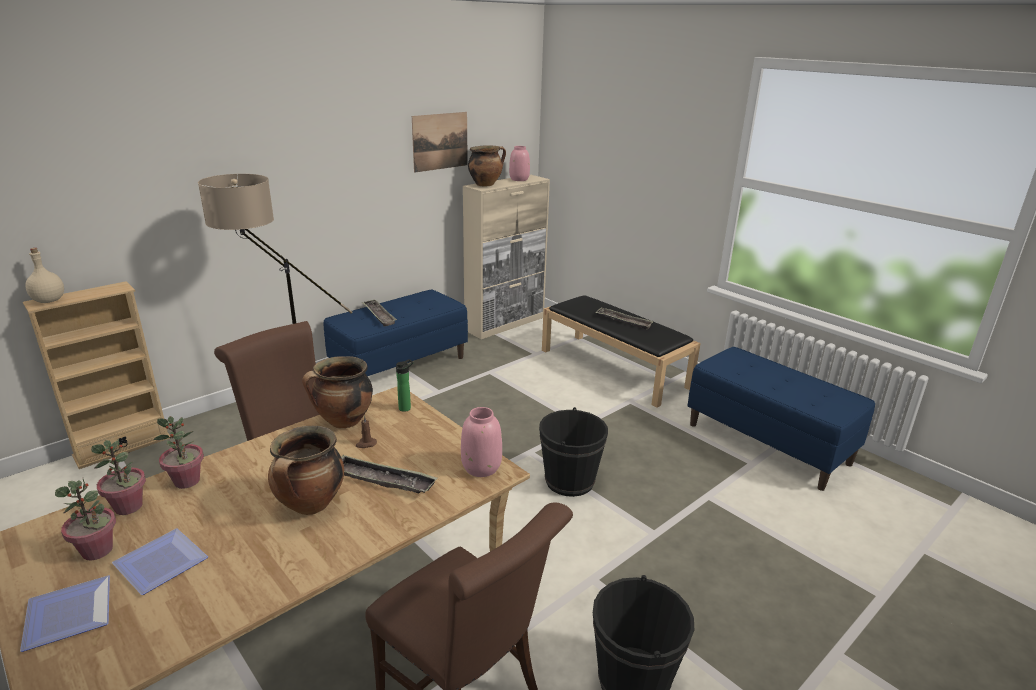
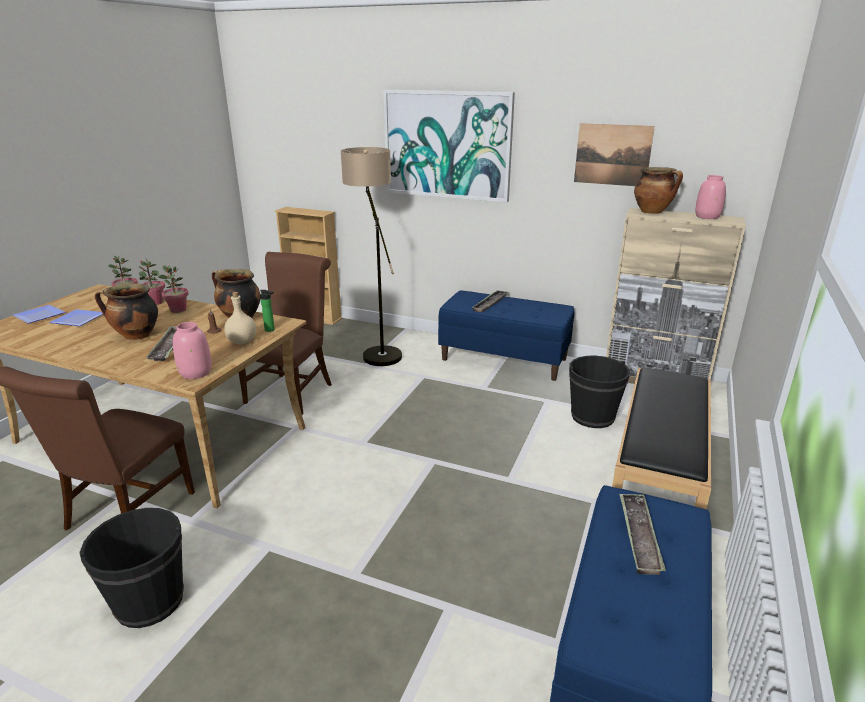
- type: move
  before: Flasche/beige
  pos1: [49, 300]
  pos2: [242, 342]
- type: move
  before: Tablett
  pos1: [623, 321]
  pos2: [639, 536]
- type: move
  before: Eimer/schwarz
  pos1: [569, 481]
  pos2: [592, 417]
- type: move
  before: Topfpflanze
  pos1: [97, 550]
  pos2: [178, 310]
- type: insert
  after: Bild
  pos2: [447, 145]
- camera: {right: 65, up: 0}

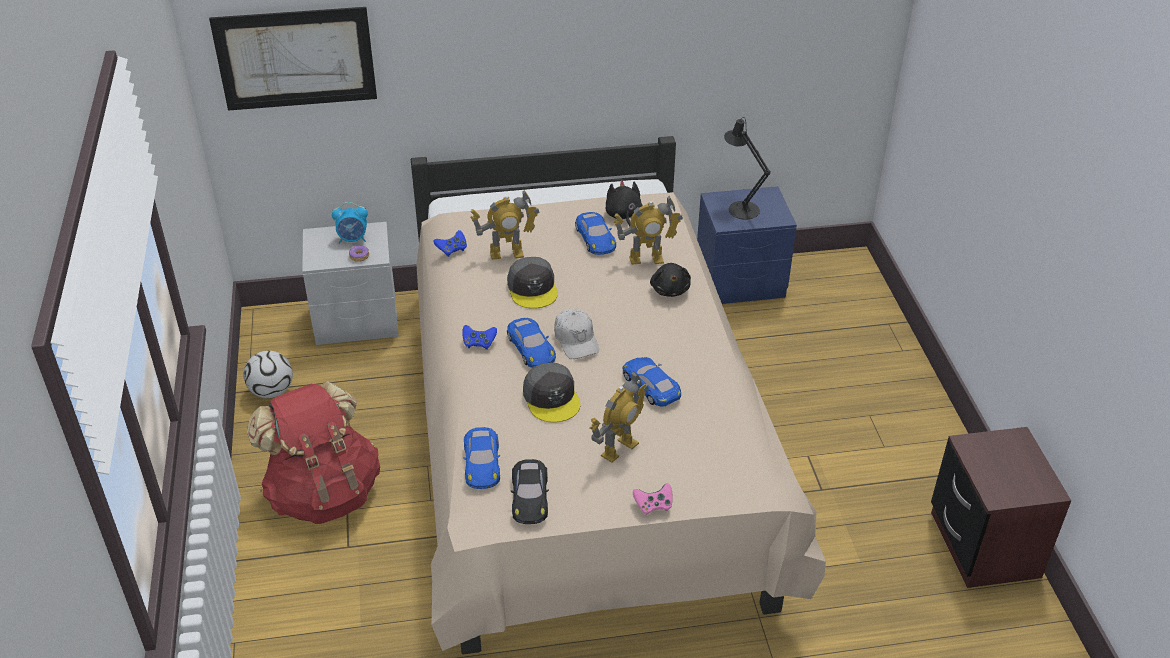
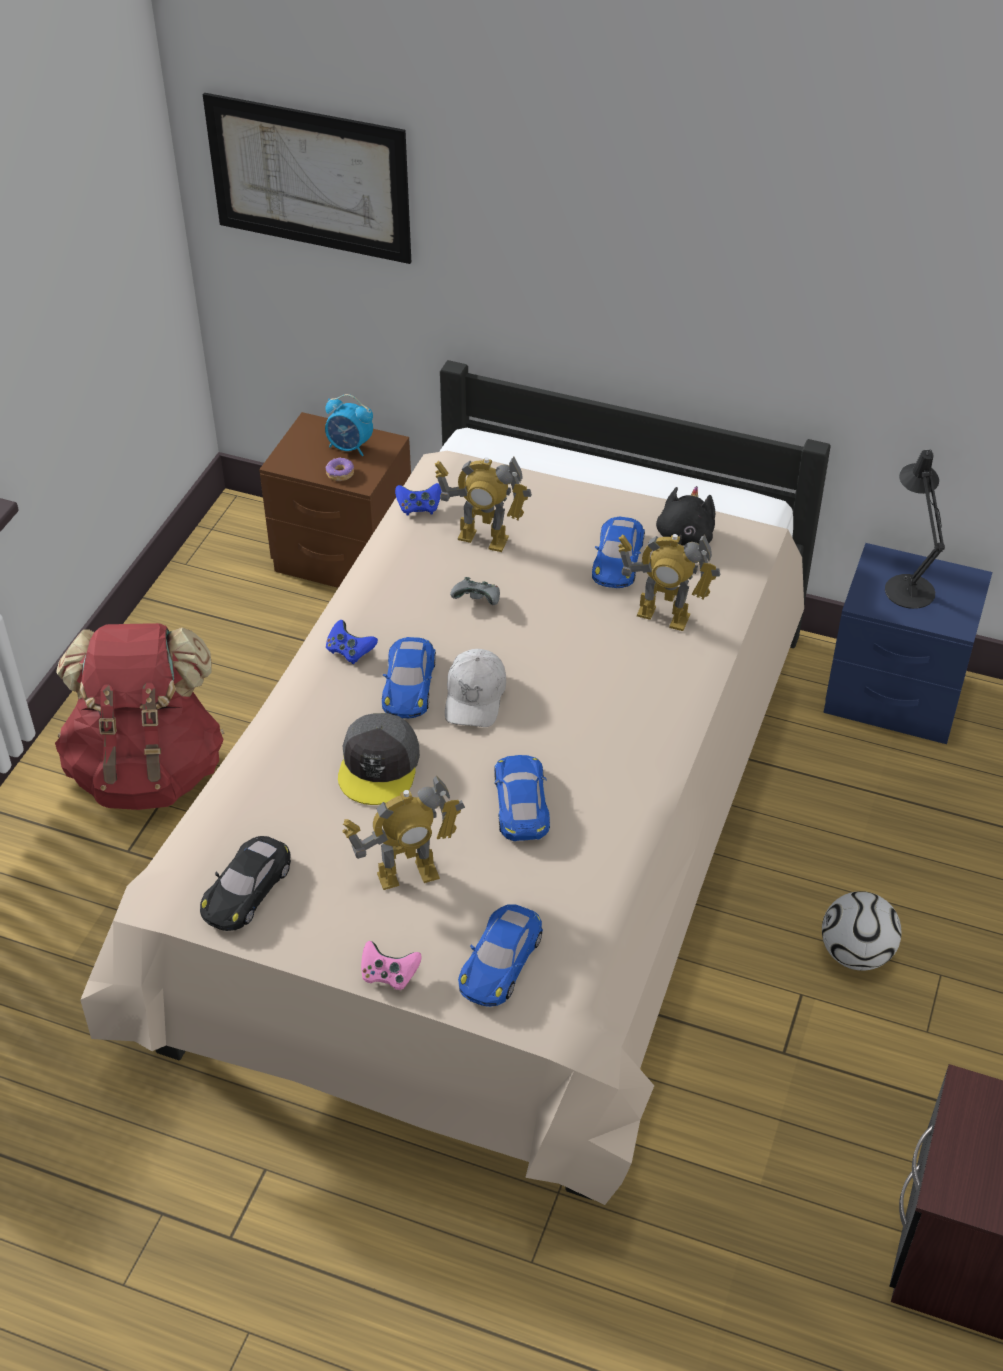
- type: recolor
  before: Nachttisch/grau
  after: Nachttisch/braun
  pos1: [356, 321]
  pos2: [344, 557]
- type: replace
  before: Kappe/grau
  after: Gamepad/grau
  pos1: [533, 288]
  pos2: [477, 601]
- type: delete
  before: Plüschtier/schwarz
  pos1: [670, 289]
- type: move
  before: Fußball
  pos1: [272, 391]
  pos2: [856, 954]
- type: move
  before: Spielzeugauto/blau
  pos1: [482, 462]
  pos2: [500, 961]
- camera: {right: 30, up: 5}

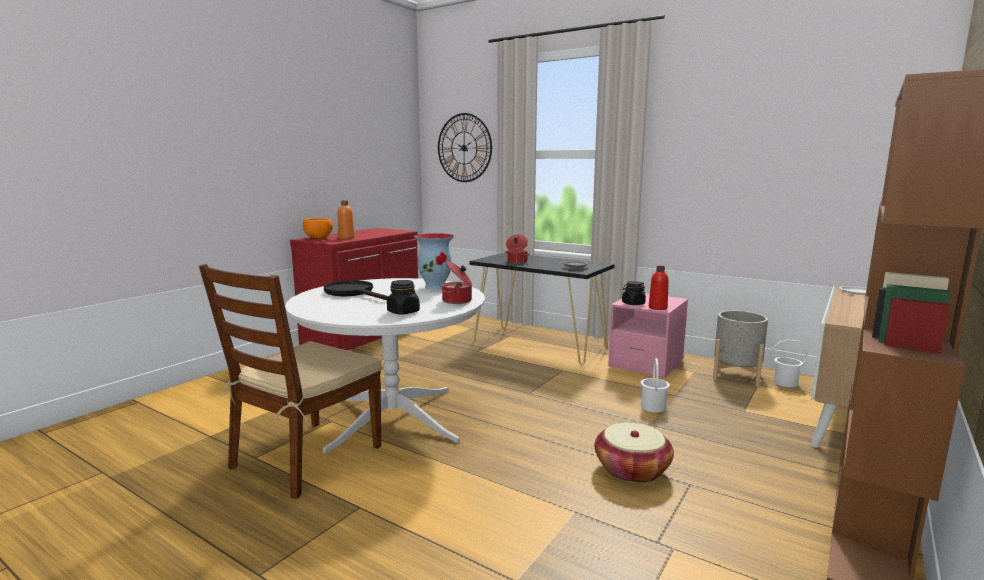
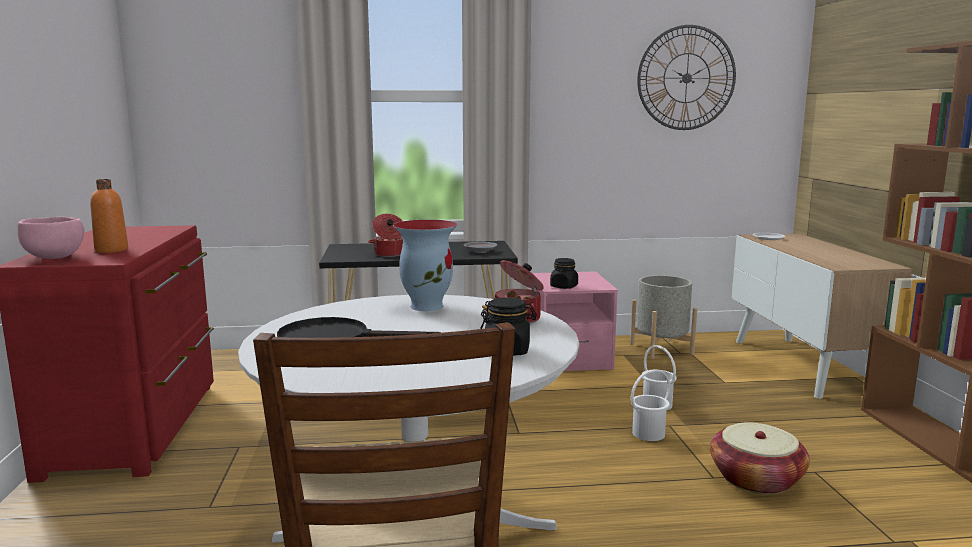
- type: move
  before: Wanduhr
  pos1: [464, 148]
  pos2: [686, 78]
- type: recolor
  before: Schüssel/orange
  after: Schüssel/rosa
  pos1: [318, 238]
  pos2: [55, 258]
- type: delete
  before: Flasche/rot
  pos1: [657, 308]
- type: move
  before: Eimer/weiß
  pos1: [786, 383]
  pos2: [649, 434]
- camera: {right: -40, up: 0}

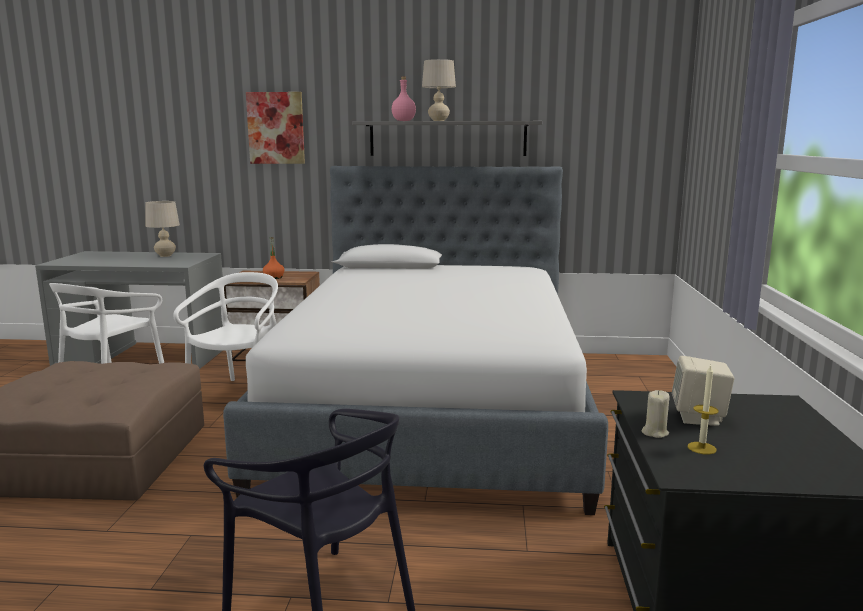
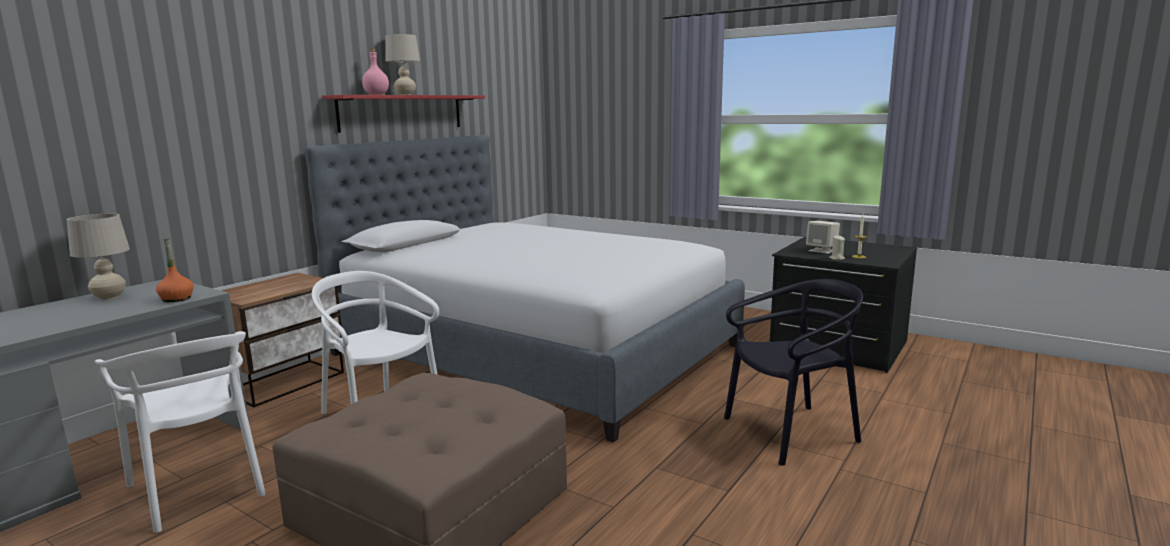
- type: delete
  before: Bild
  pos1: [276, 128]
- type: recolor
  before: Wandregal/grau
  after: Wandregal/rot
  pos1: [447, 138]
  pos2: [402, 112]
- type: move
  before: Flasche/orange
  pos1: [273, 277]
  pos2: [176, 299]
- camera: {right: -60, up: 0}

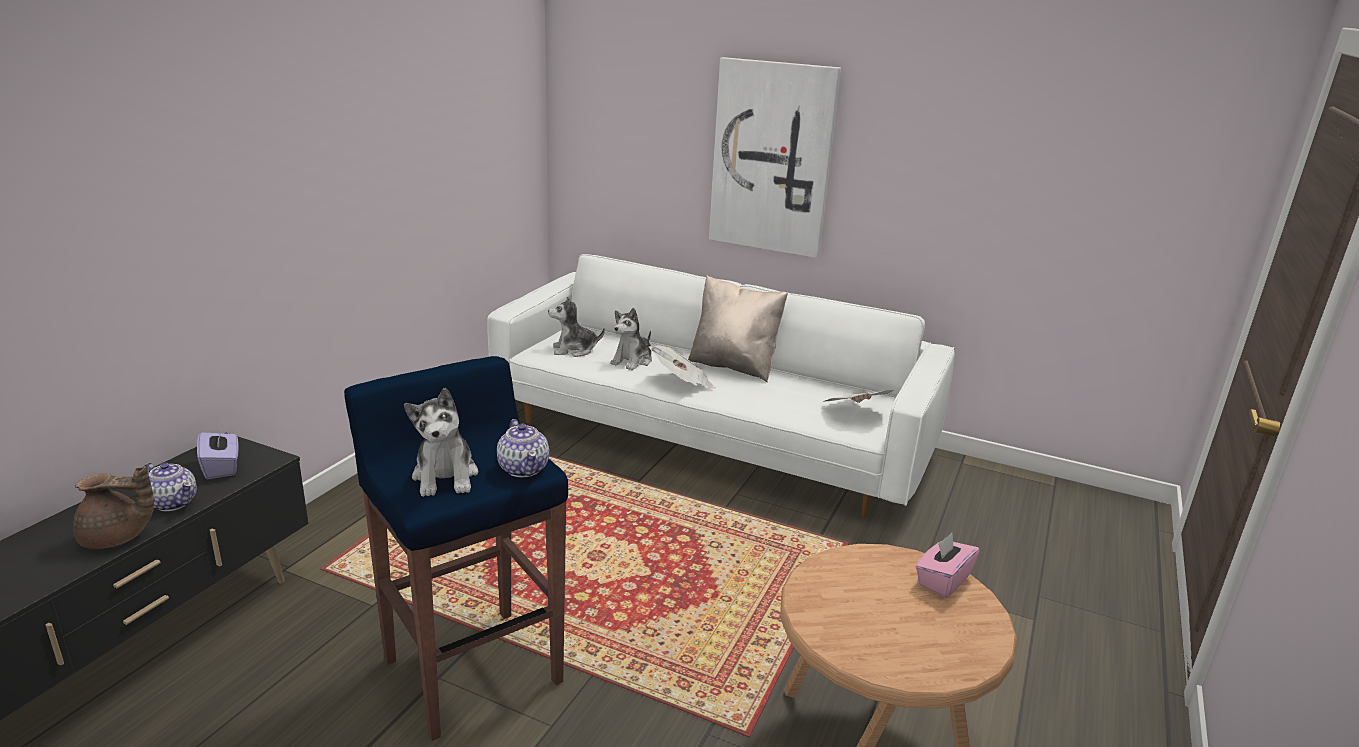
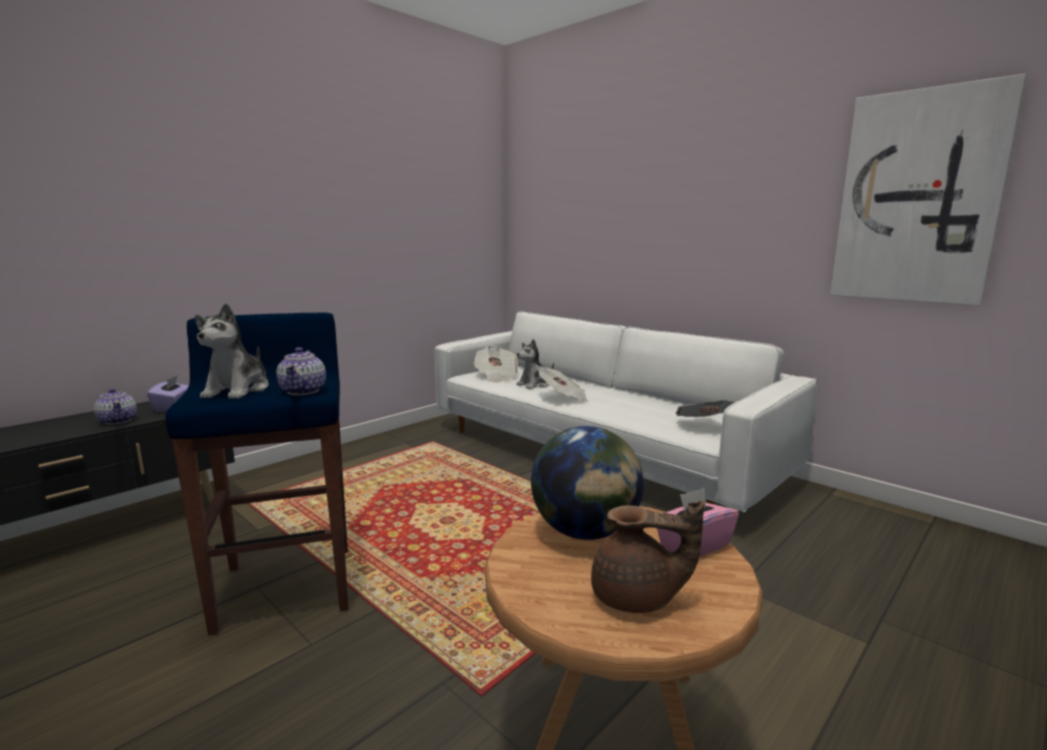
- type: move
  before: Bild
  pos1: [772, 158]
  pos2: [918, 198]
- type: delete
  before: Kissen/beige
  pos1: [734, 366]
- type: replace
  before: Plüschtier
  after: Zeitung
  pos1: [574, 350]
  pos2: [496, 376]
- type: move
  before: Teekanne/braun
  pos1: [117, 538]
  pos2: [637, 598]
- type: insert
  after: Globus
  pos2: [585, 532]
- camera: {right: 20, up: -10}

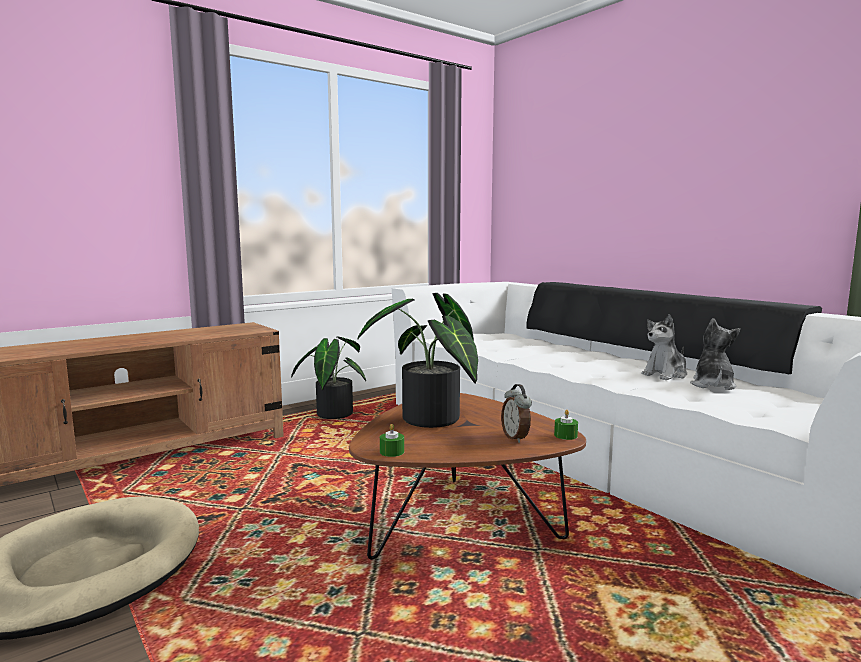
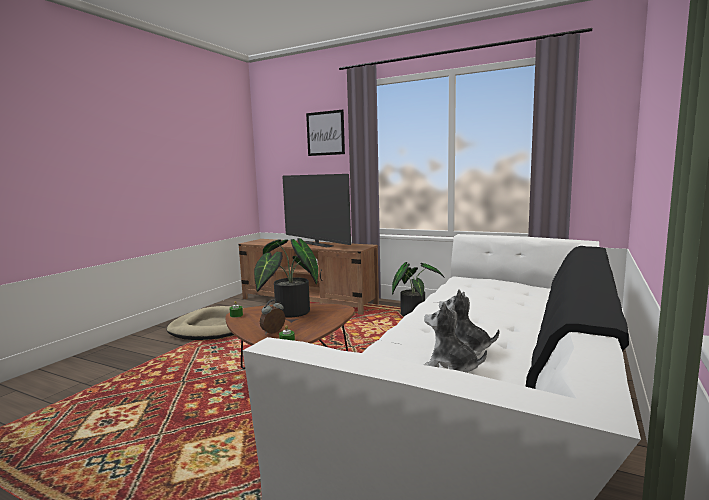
- type: rotate
  before: Plüschtier
  pos1: [712, 385]
  pos2: [451, 369]
  turn: -135
- type: insert
  after: Bild
  pos2: [325, 133]
- type: insert
  after: Fernseher
  pos2: [316, 244]
- camera: {right: 65, up: 0}

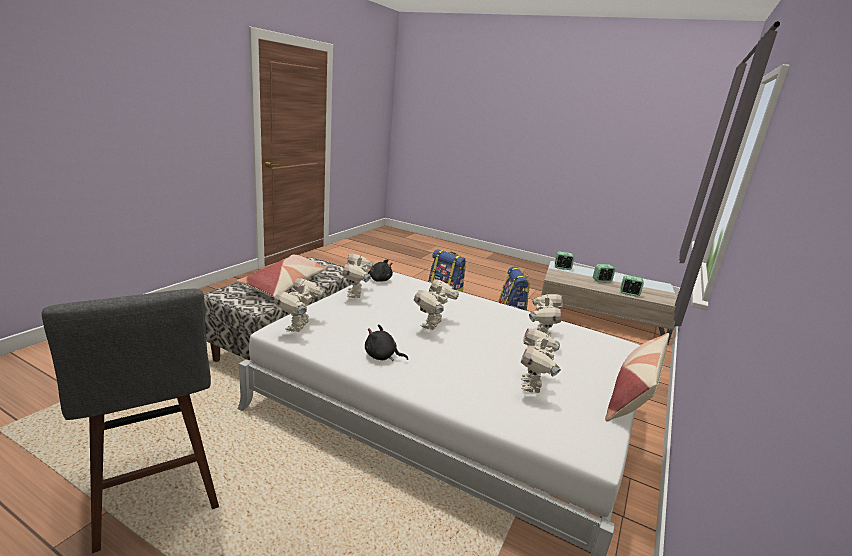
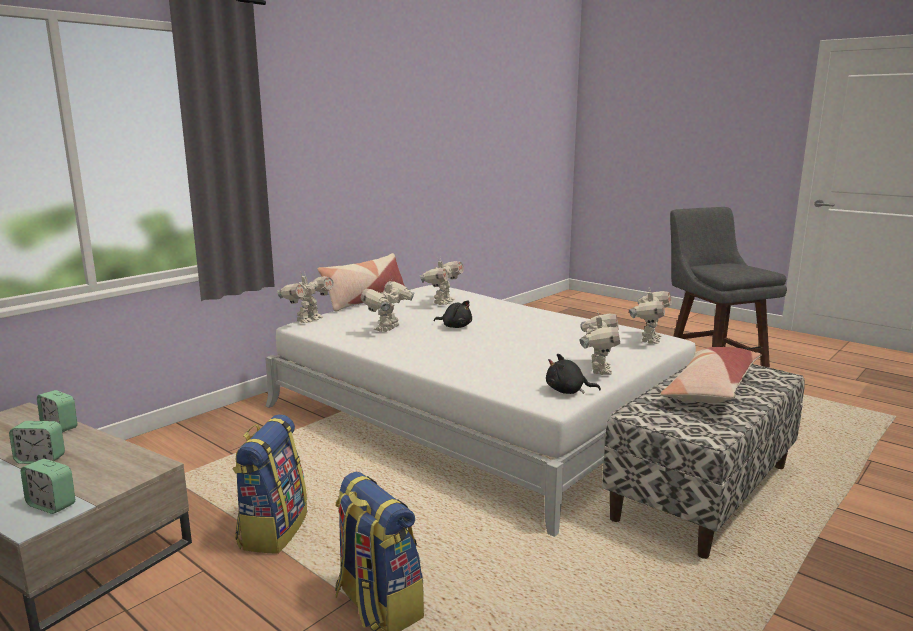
- type: move
  before: Spielzeugroboter
  pos1: [433, 325]
  pos2: [308, 320]
- type: move
  before: Plüschtier/schwarz
  pos1: [382, 356]
  pos2: [455, 326]
- camera: {right: -165, up: -5}

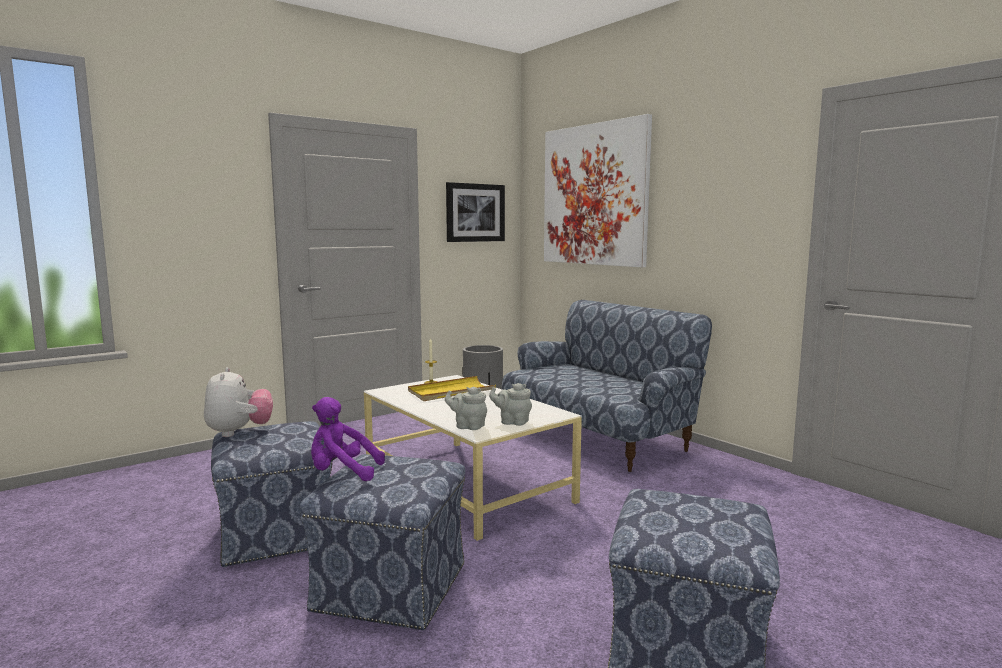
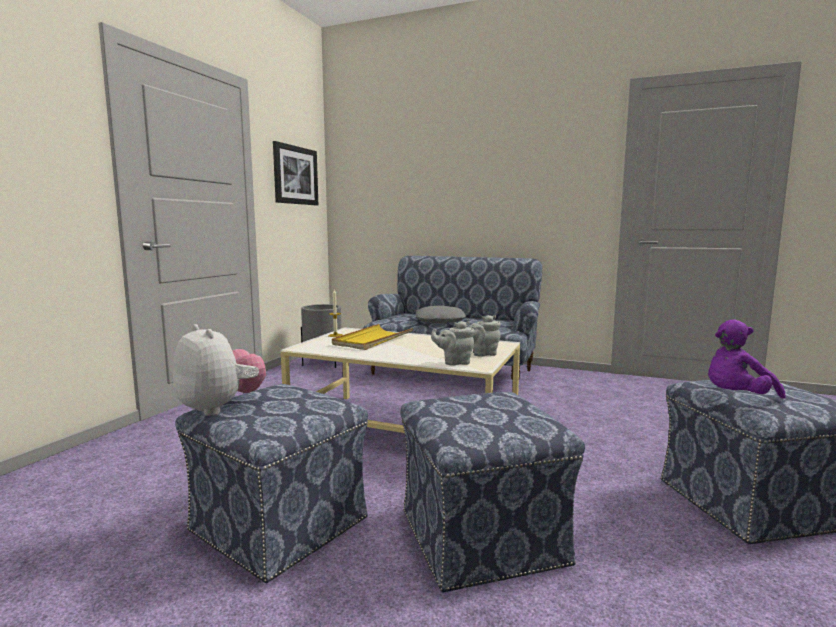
- type: delete
  before: Bild
  pos1: [594, 195]
- type: move
  before: Plüschtier/lila
  pos1: [342, 473]
  pos2: [736, 398]
- type: insert
  after: Kissen/grau
  pos2: [439, 321]
- camera: {right: -30, up: 0}

